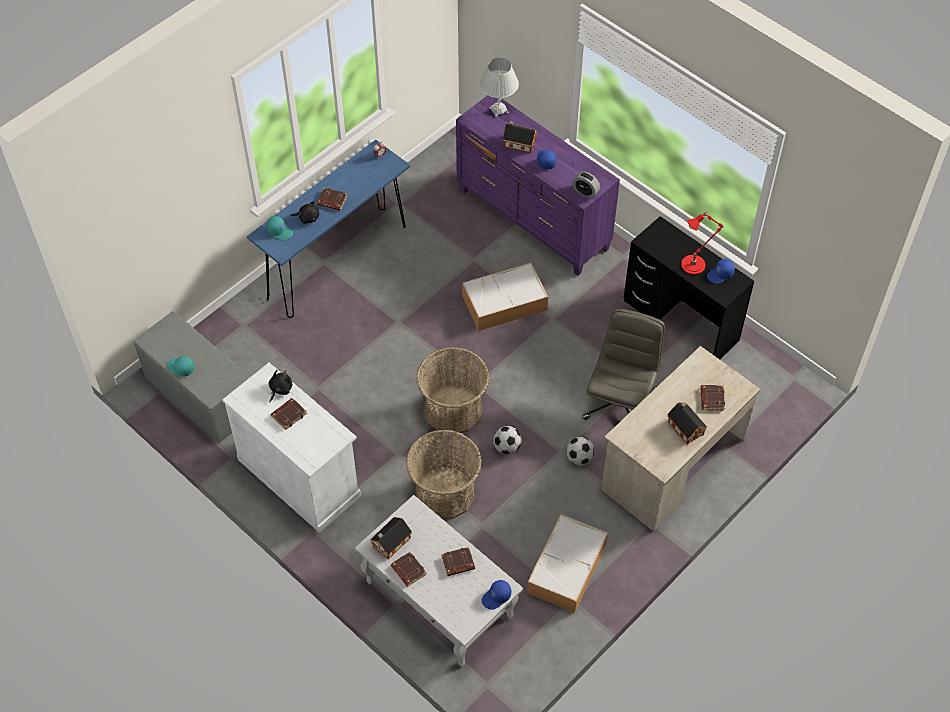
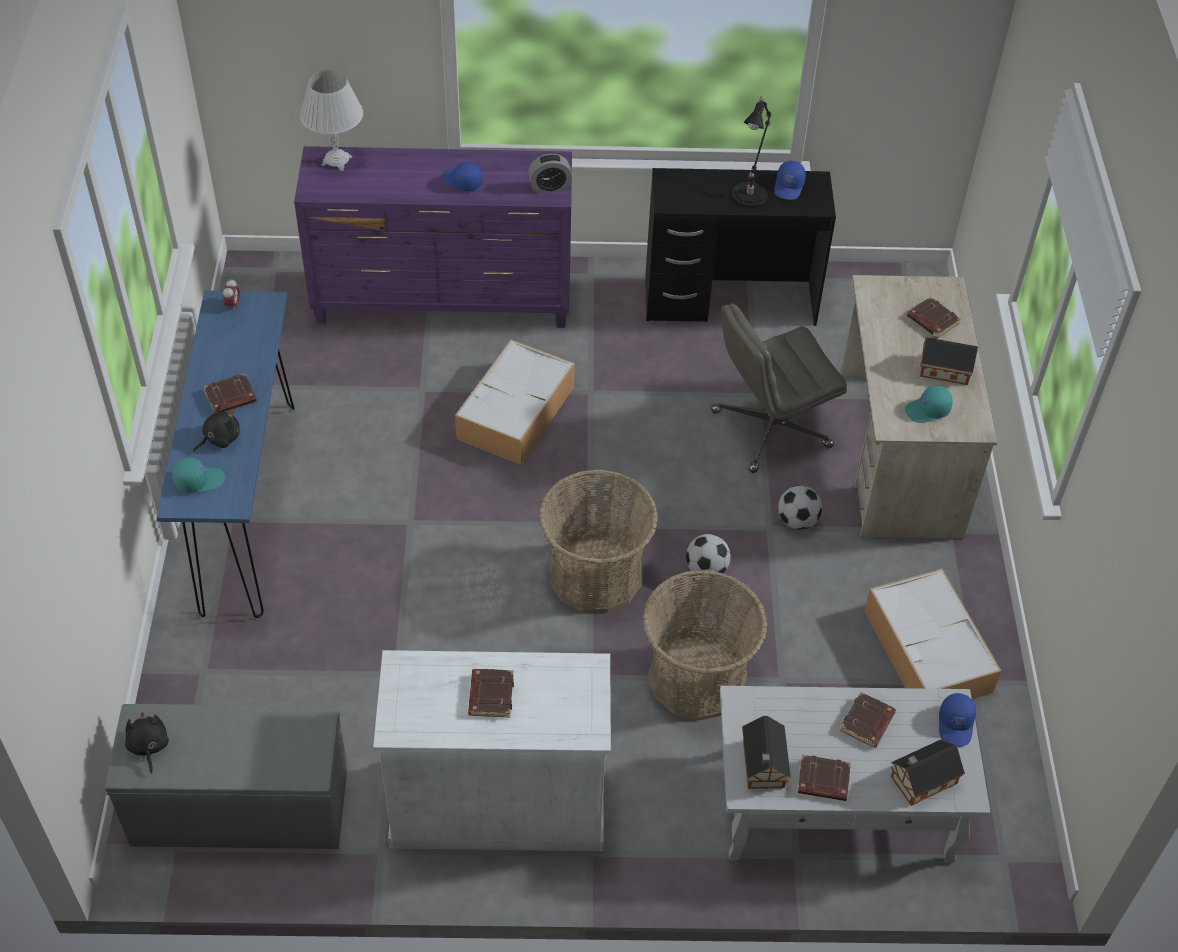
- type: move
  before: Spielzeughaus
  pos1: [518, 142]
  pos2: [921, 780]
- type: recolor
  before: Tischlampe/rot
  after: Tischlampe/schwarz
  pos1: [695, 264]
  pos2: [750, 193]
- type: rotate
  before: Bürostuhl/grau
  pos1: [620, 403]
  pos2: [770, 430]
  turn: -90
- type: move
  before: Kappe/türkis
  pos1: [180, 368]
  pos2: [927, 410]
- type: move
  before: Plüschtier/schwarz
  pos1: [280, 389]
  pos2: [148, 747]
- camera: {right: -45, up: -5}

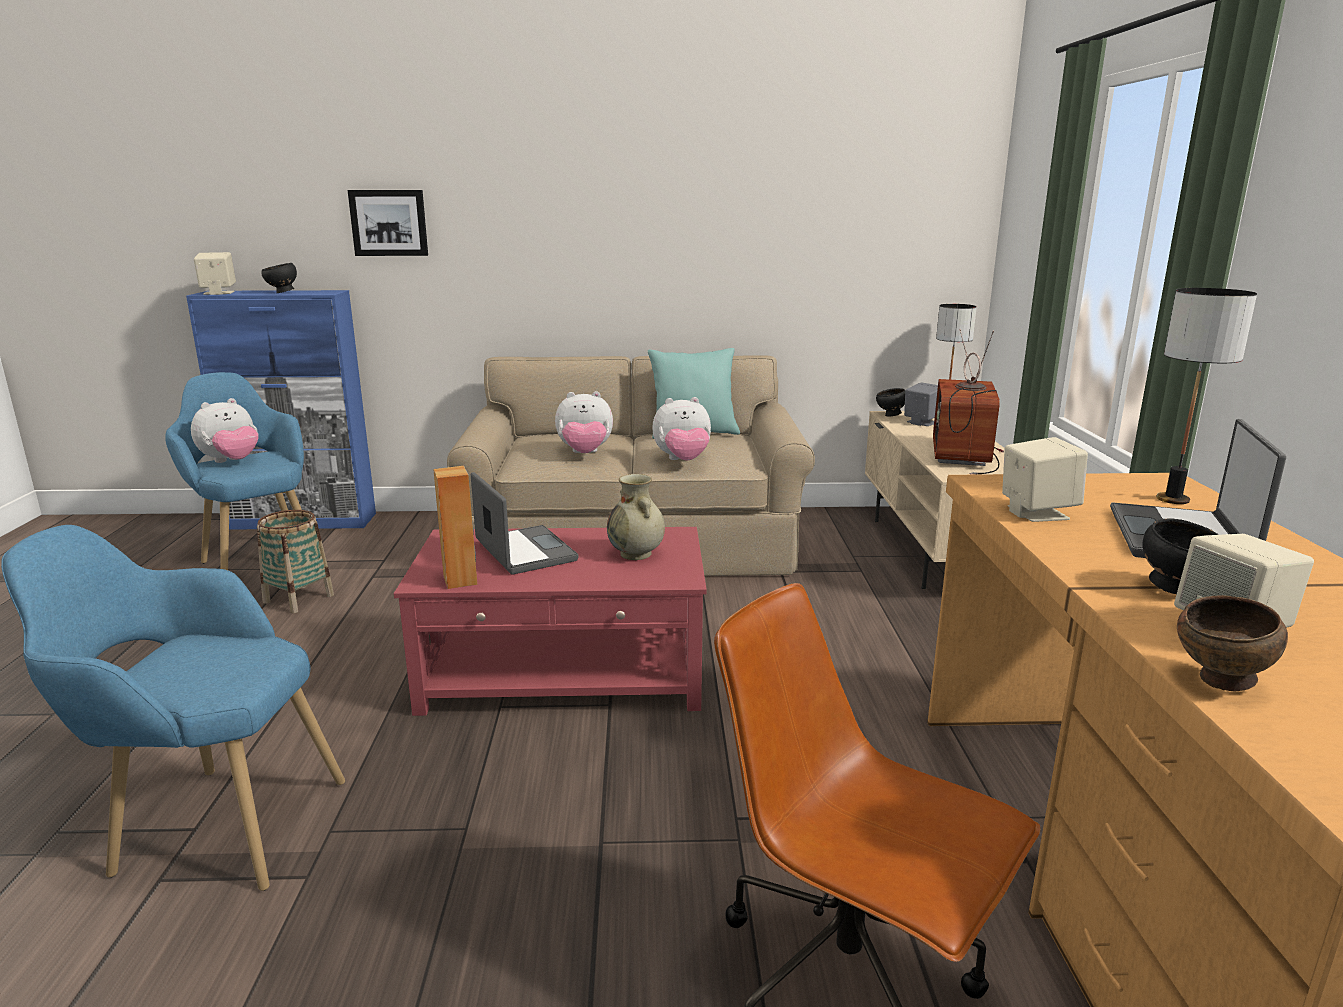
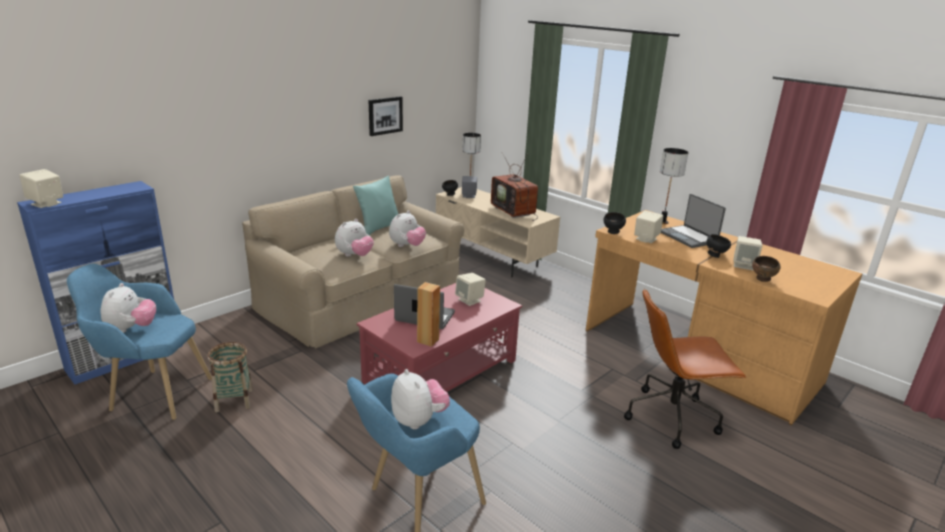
- type: move
  before: Bild
  pos1: [389, 223]
  pos2: [385, 115]
- type: move
  before: Schüssel/schwarz
  pos1: [282, 293]
  pos2: [613, 233]
- type: replace
  before: Vase/beige
  after: Lautsprecher/beige
  pos1: [636, 554]
  pos2: [470, 300]
- type: insert
  after: Plüschtier
  pos2: [419, 420]
- camera: {right: -45, up: 5}

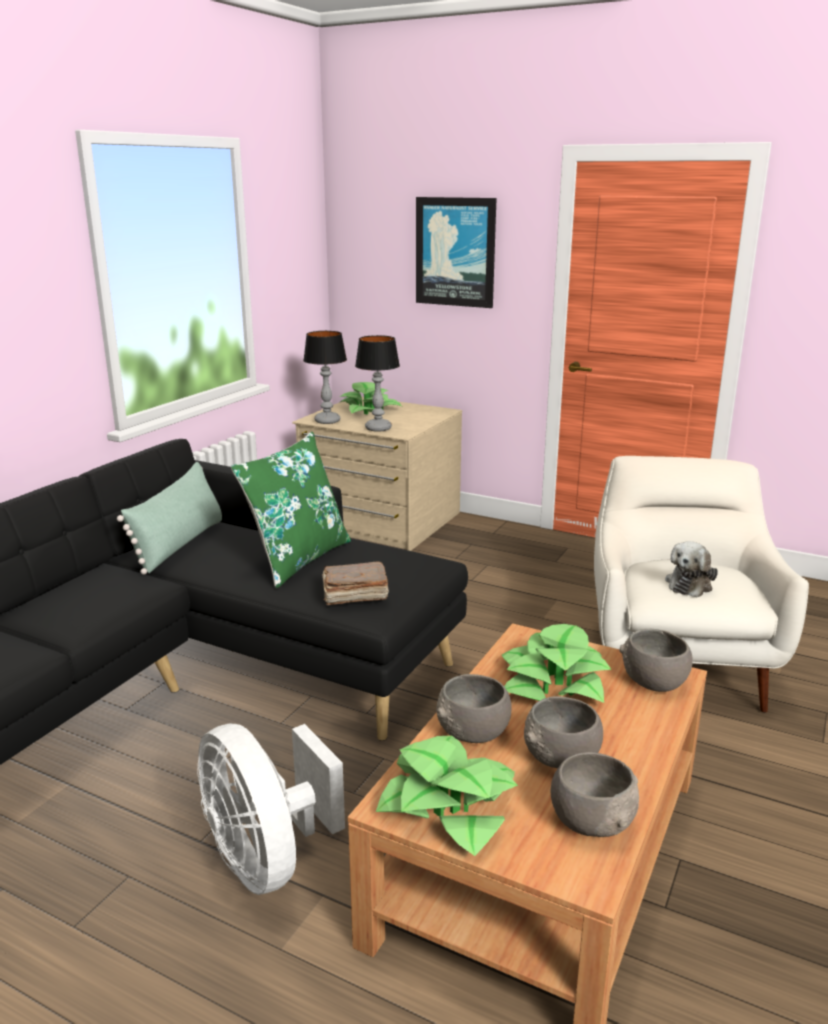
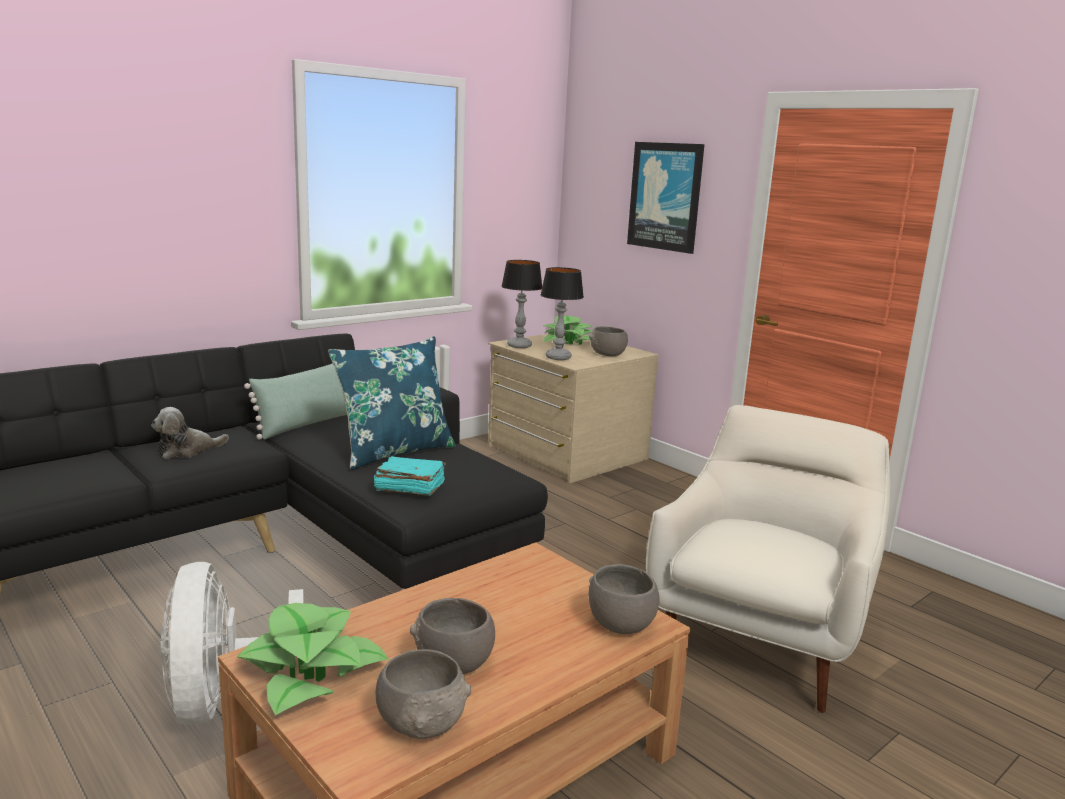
- type: recolor
  before: Kissen/grün
  after: Kissen/blau
  pos1: [298, 559]
  pos2: [394, 452]
- type: move
  before: Plüschtier
  pos1: [690, 584]
  pos2: [187, 450]
- type: recolor
  before: Buch/braun
  after: Buch/türkis
  pos1: [354, 595]
  pos2: [409, 487]
- type: delete
  before: Topfpflanze
  pos1: [553, 682]
- type: move
  before: Schüssel/grau
  pos1: [472, 732]
  pos2: [607, 354]
- camera: {right: 20, up: -5}

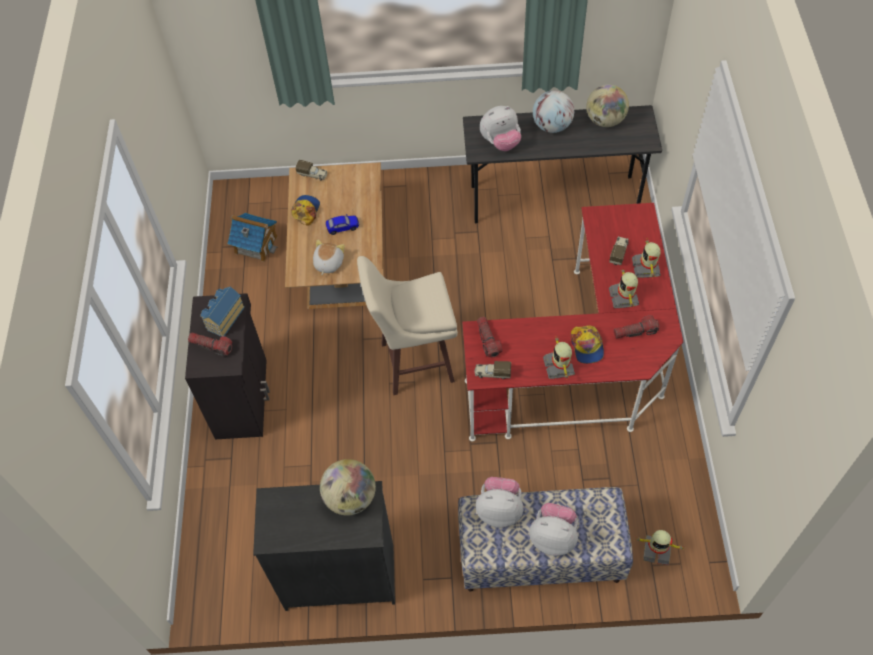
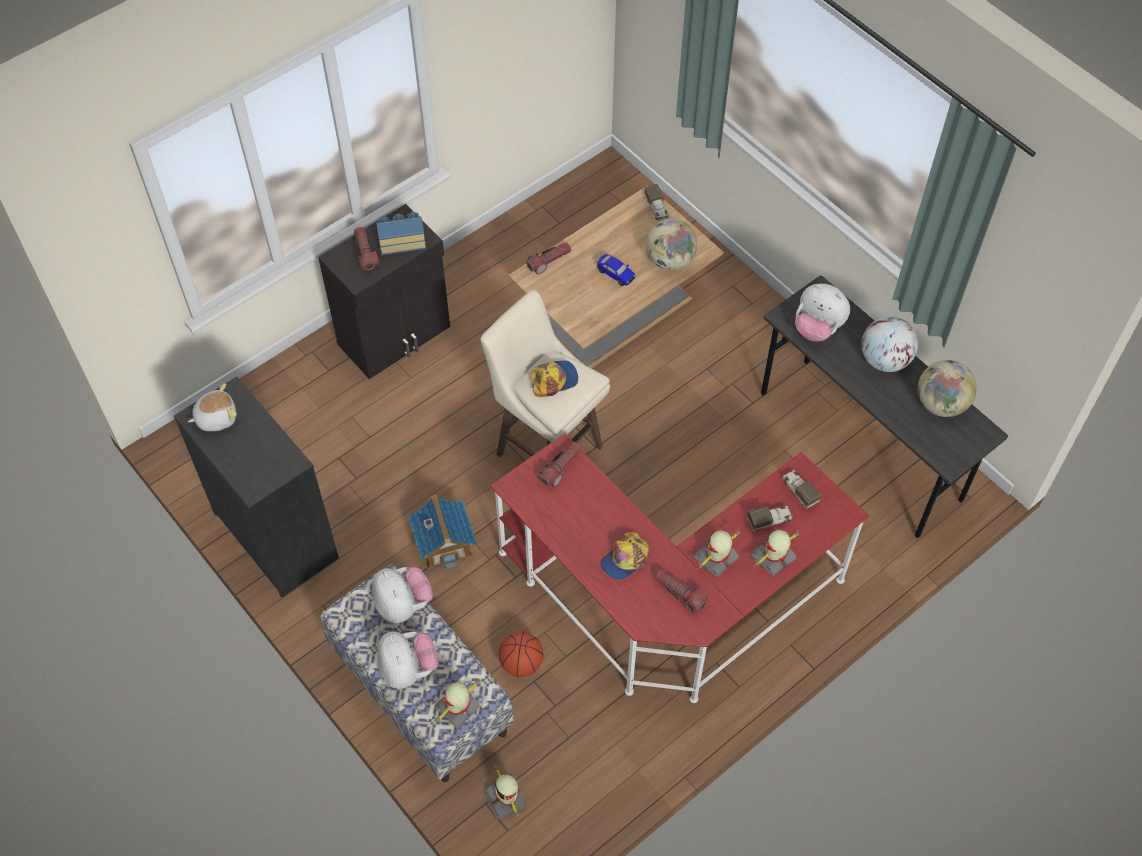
- type: move
  before: Kappe
  pos1: [305, 211]
  pos2: [554, 380]
- type: move
  before: Spielzeughaus
  pos1: [256, 245]
  pos2: [444, 543]
- type: move
  before: Plüschtier
  pos1: [328, 263]
  pos2: [216, 417]
- type: move
  before: Spielzeugroboter
  pos1: [559, 366]
  pos2: [458, 708]
- type: move
  before: Spielzeuglaster
  pos1: [492, 373]
  pos2: [799, 491]
- type: move
  before: Globus
  pos1: [350, 498]
  pos2: [670, 260]
- type: insert
  after: Taschenlampe
  pos2: [549, 261]
- type: insert
  after: Basketball
  pos2: [521, 663]
- camera: {right: 50, up: 0}

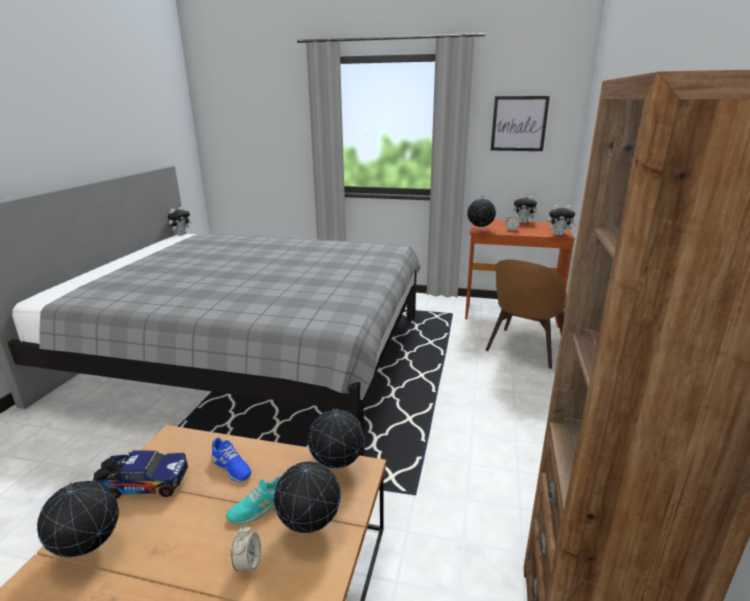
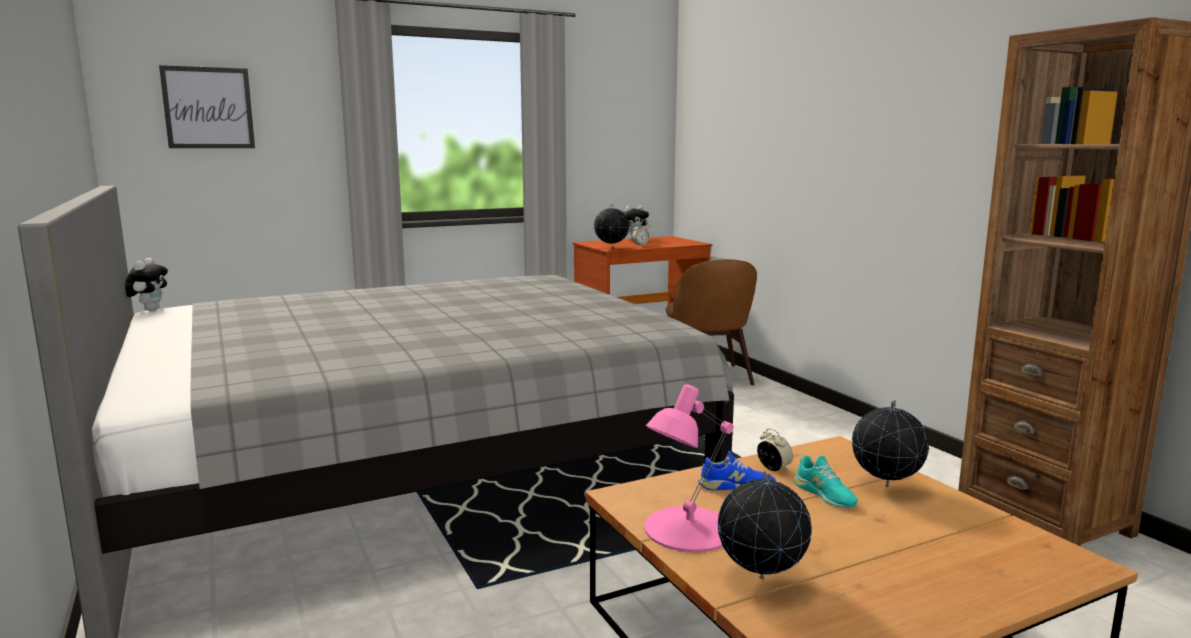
- type: move
  before: Bild
  pos1: [519, 124]
  pos2: [208, 108]
- type: delete
  before: Plüschtier
  pos1: [559, 235]
- type: delete
  before: Globus
  pos1: [337, 467]
- type: replace
  before: Spielzeuglaster
  after: Tischlampe/rosa
  pos1: [143, 484]
  pos2: [687, 529]
- type: rotate
  before: Schuh/türkis
  pos1: [259, 507]
  pos2: [824, 494]
  turn: -45
- type: move
  before: Wecker
  pos1: [248, 564]
  pos2: [773, 468]
- camera: {right: -40, up: -10}

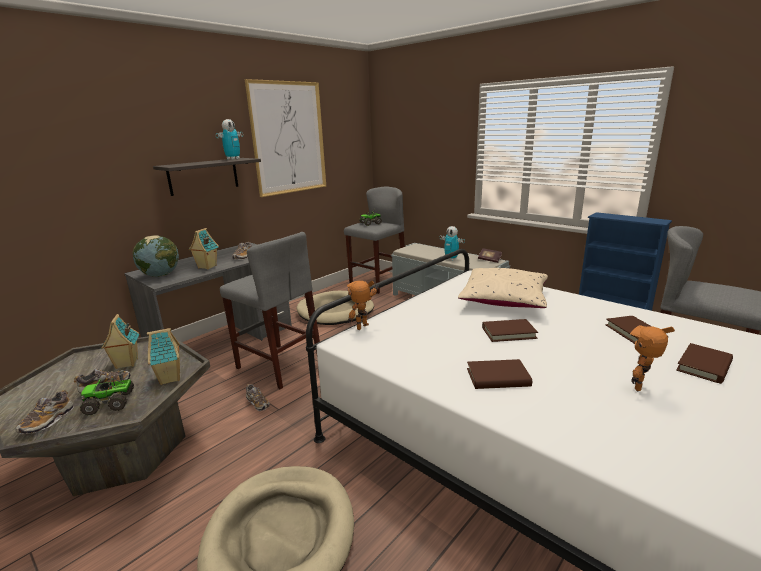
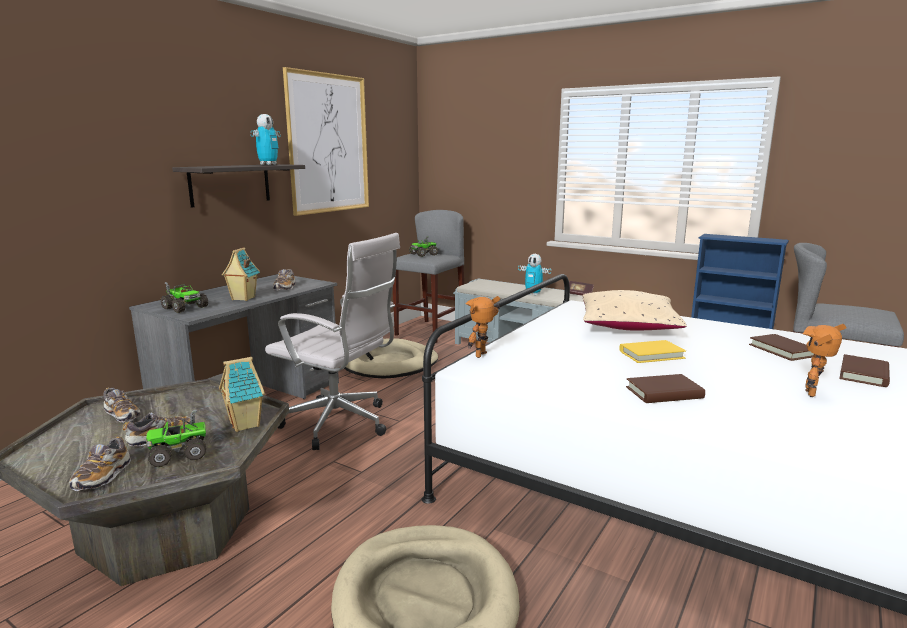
- type: replace
  before: Hocker/grau
  after: Bürostuhl/weiß
  pos1: [279, 365]
  pos2: [341, 424]
- type: replace
  before: Globus
  after: Spielzeuglaster
  pos1: [160, 275]
  pos2: [185, 307]
- type: delete
  before: Spielzeughaus
  pos1: [126, 364]
- type: recolor
  before: Buch/braun
  after: Buch/gelb
  pos1: [508, 333]
  pos2: [651, 354]
- type: move
  before: Schuh
  pos1: [258, 403]
  pos2: [122, 415]
- camera: {right: -10, up: -5}

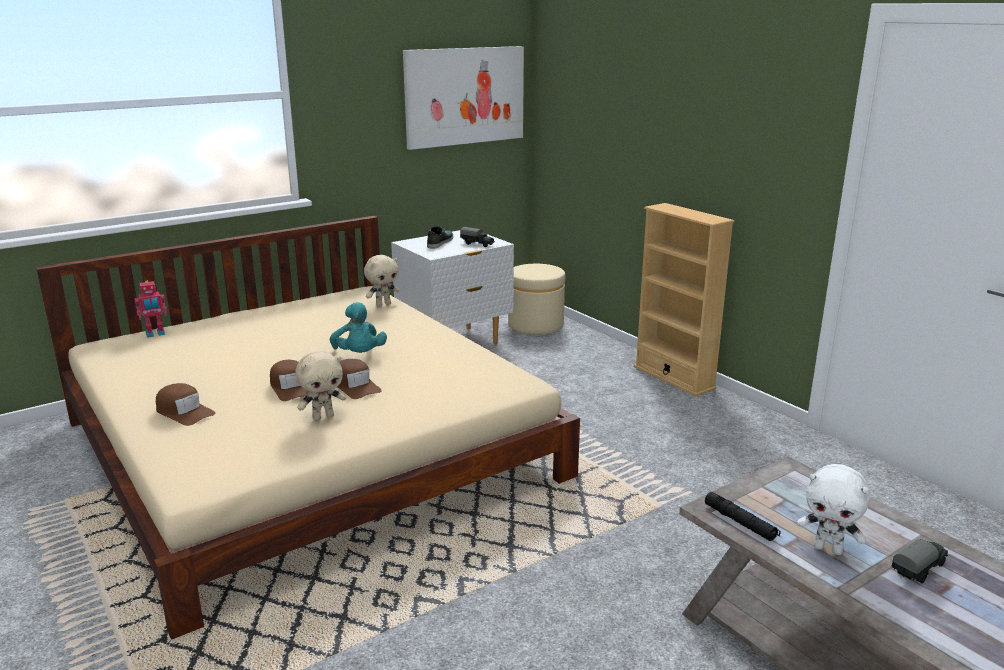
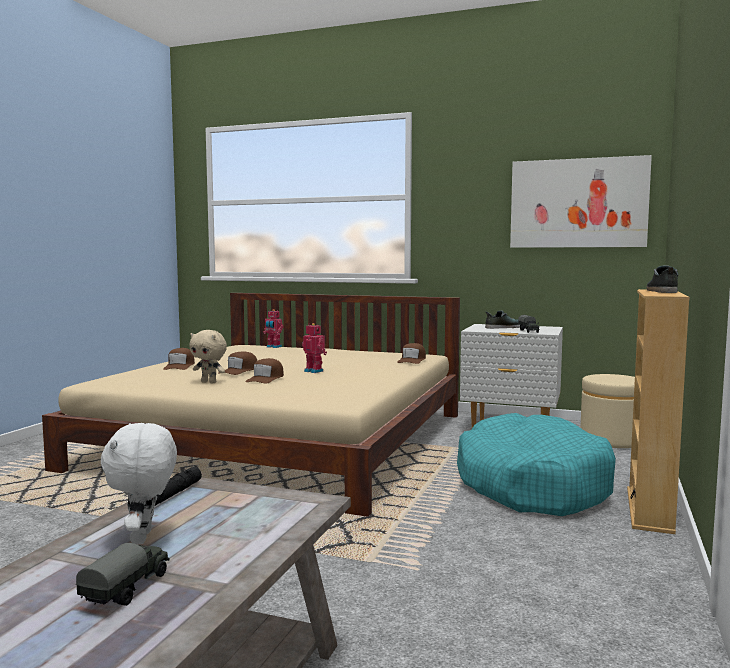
- type: replace
  before: Plüschtier/beige
  after: Kappe/braun
  pos1: [383, 304]
  pos2: [412, 360]
- type: replace
  before: Plüschtier/türkis
  after: Spielzeugroboter
  pos1: [359, 355]
  pos2: [314, 371]
- type: rotate
  before: Spielzeuglaster
  pos1: [919, 570]
  pos2: [128, 589]
  turn: -90
- type: insert
  after: Schuh
  pos2: [661, 291]
- type: insert
  after: Hundebett/türkis
  pos2: [531, 485]
- camera: {right: 55, up: -15}

